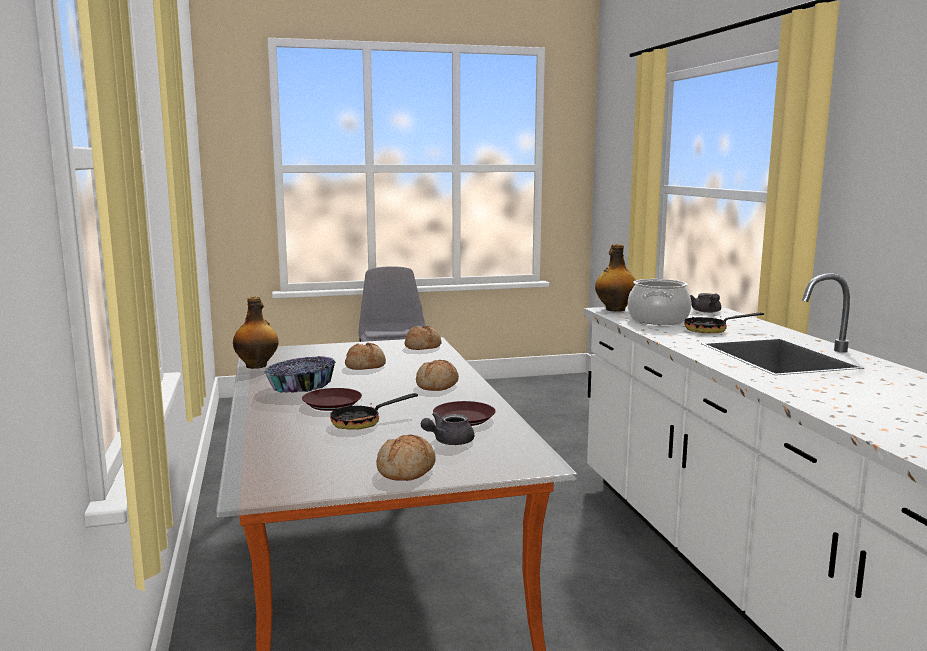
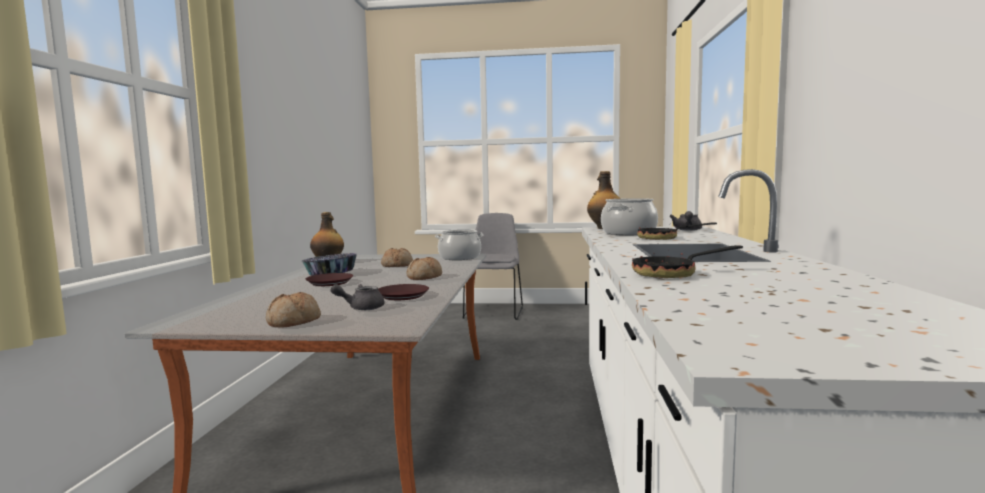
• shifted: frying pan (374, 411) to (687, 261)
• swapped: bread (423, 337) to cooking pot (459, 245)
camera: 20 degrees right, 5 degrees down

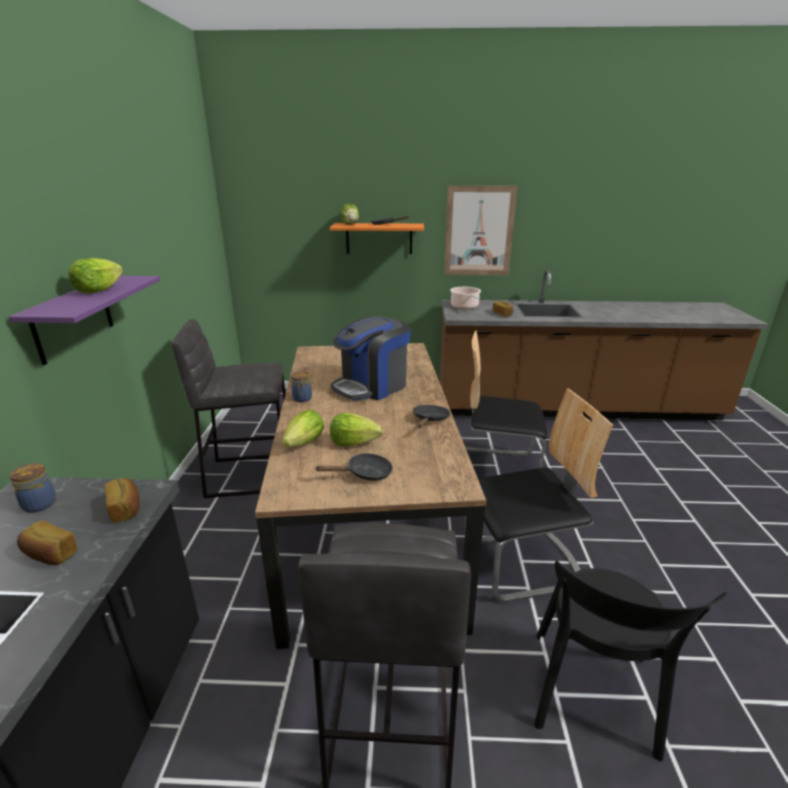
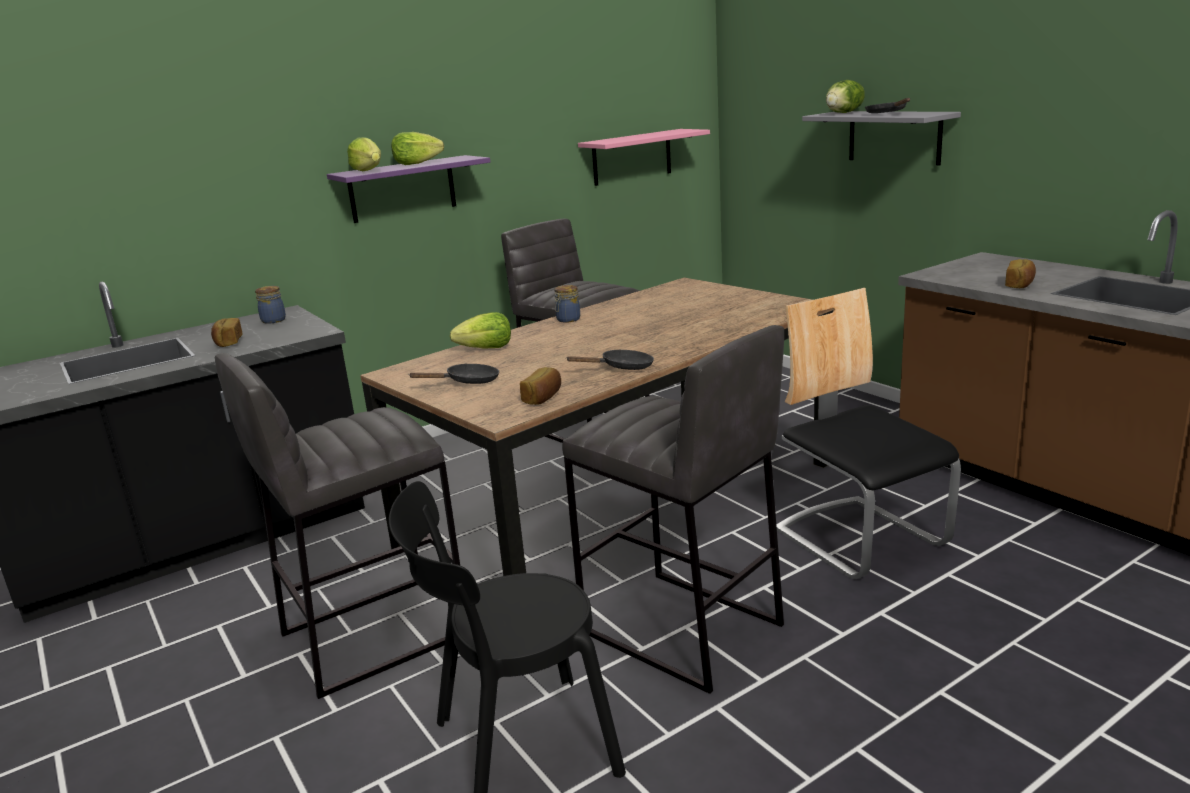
• gone: coffee machine (371, 358)
• gone: picture (481, 231)
• gone: cooking pot (465, 298)
• new: pink shelf (644, 157)
• shifted: bread (121, 500) to (540, 386)
• shifted: lettuce (356, 429) to (364, 154)
• swapped: chair (539, 495) to grey stool (673, 509)
• repainted: orange shelf (377, 238) to grey shelf (881, 138)
• rotated: black frying pan (354, 467) = (453, 373) 60 degrees counterclockwise
camera: 55 degrees right, 5 degrees down

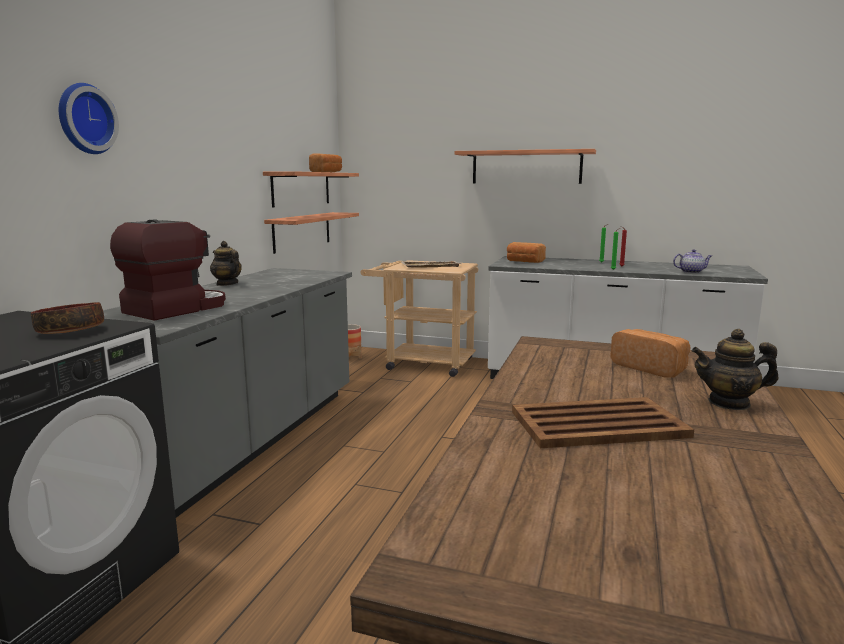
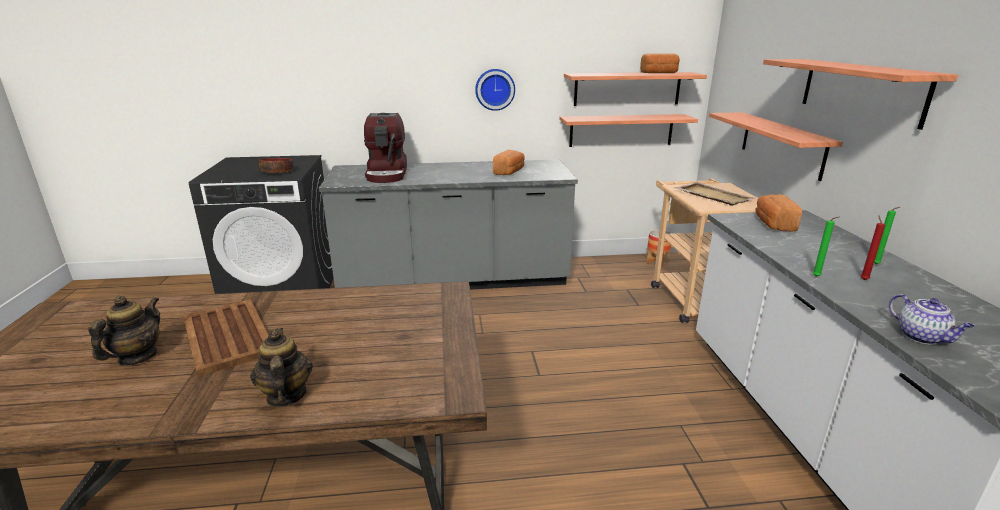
• new: shelf (776, 146)
• shifted: wall clock (89, 118) to (495, 90)
• shifted: teapot (226, 263) to (124, 331)
• shifted: bread (650, 353) to (508, 162)
• rotated: coffee machine (168, 270) = (385, 148) 75 degrees clockwise
camera: 65 degrees right, 10 degrees up

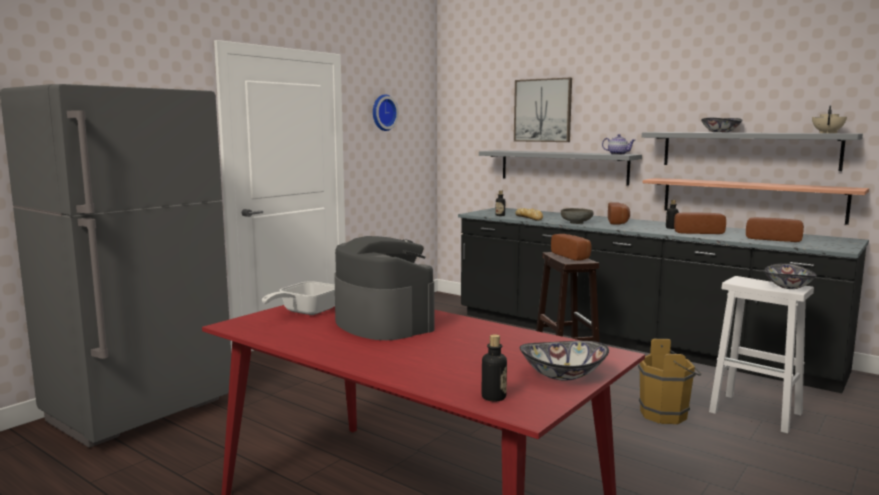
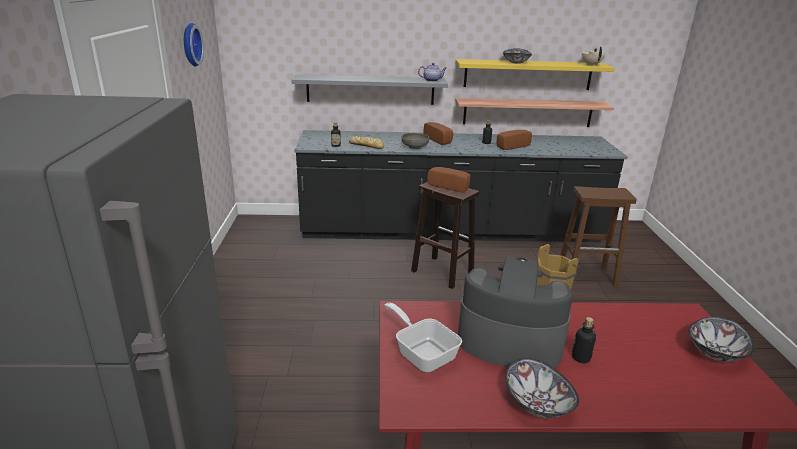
• gone: picture (543, 110)
• gone: bread (775, 229)
• shifted: bottle (494, 367) to (584, 340)
• shifted: bowl (790, 276) to (542, 388)
• repainted: grey shelf (752, 151) to yellow shelf (535, 74)
• repainted: white stool (761, 355) to brown stool (598, 236)
• rotated: frying pan (298, 298) = (423, 337) 150 degrees clockwise
camera: 40 degrees left, 15 degrees up

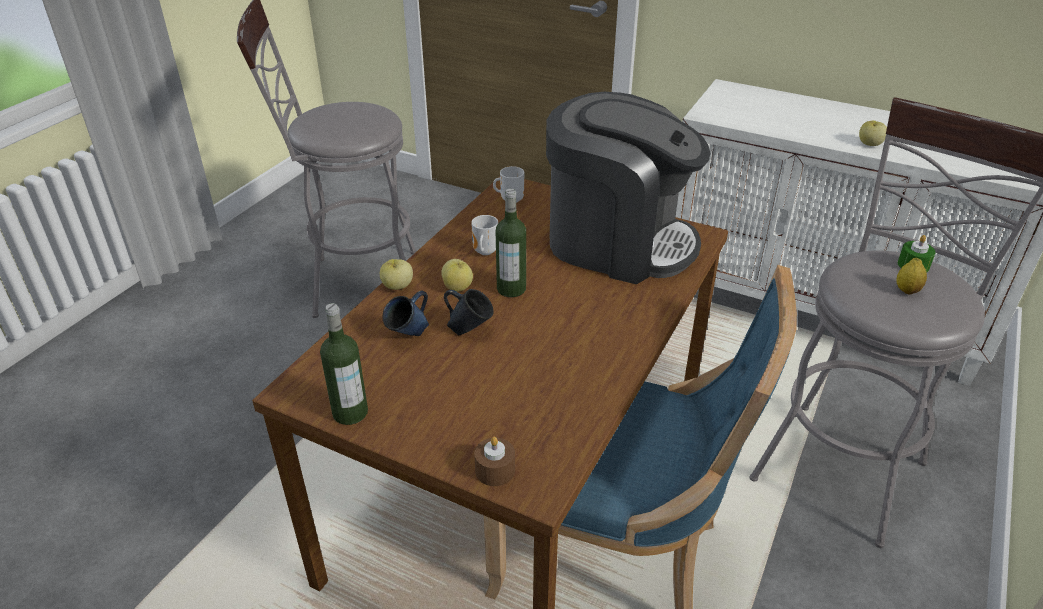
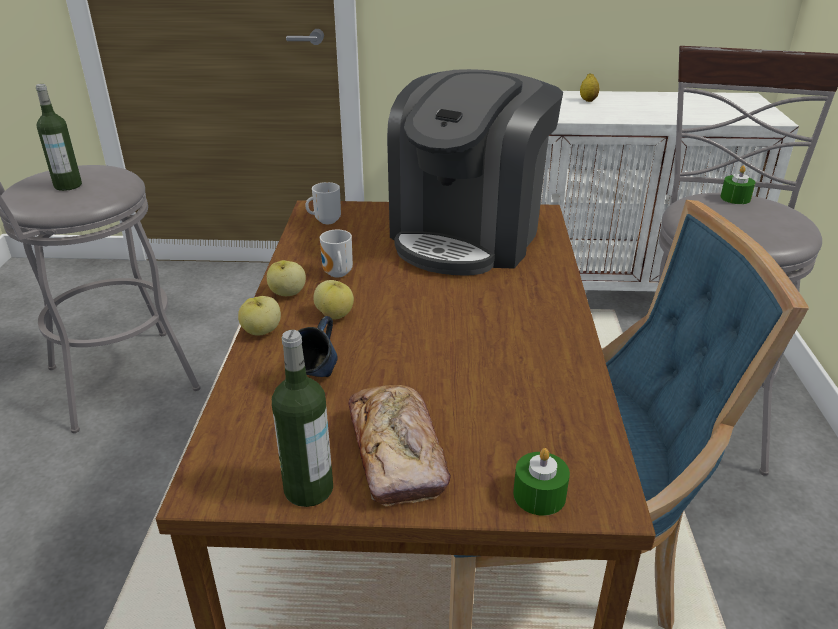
• gone: blue mug (469, 312)
• new: bread (399, 445)
• shifted: bottle (511, 243) to (59, 137)
• shifted: apple (873, 133) to (286, 278)
• shifted: lemon (912, 276) to (589, 87)
• repainted: brown candle (494, 461) to green candle (541, 482)
• rotated: coffee machine (628, 188) = (475, 172) 120 degrees clockwise
camera: 25 degrees left, 5 degrees down

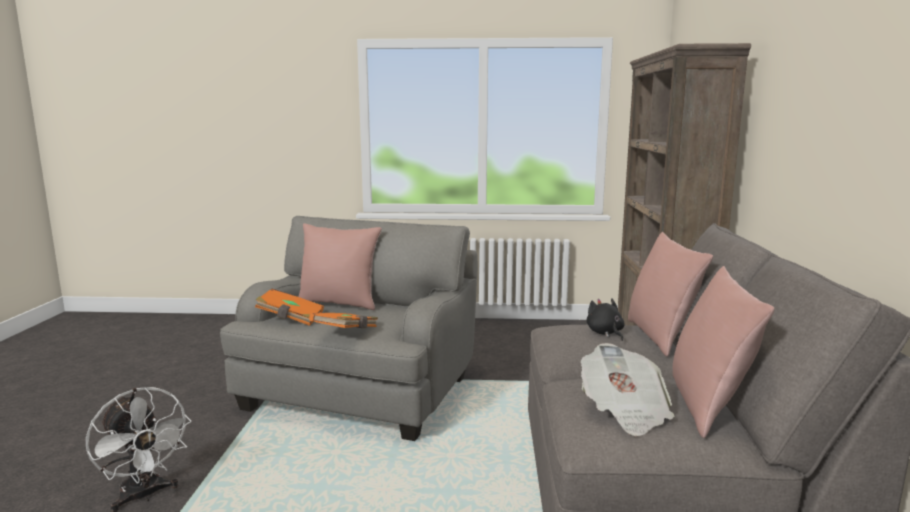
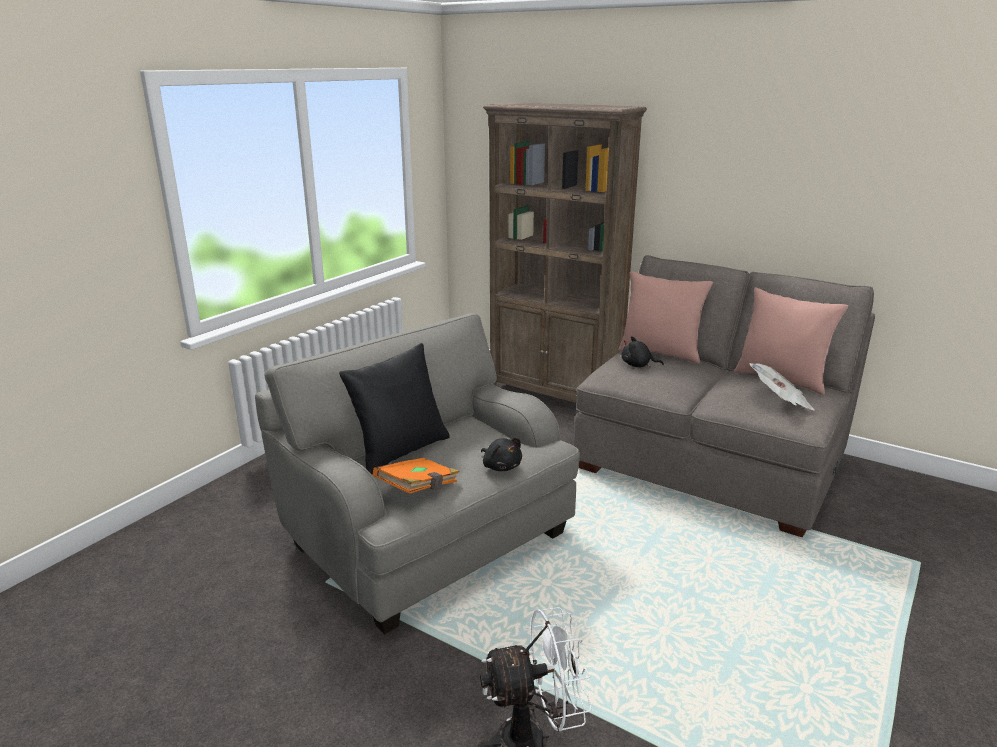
• swapped: orange book (343, 320) to black plush toy (501, 454)
• repainted: pink pillow (340, 266) to black pillow (394, 408)
camera: 60 degrees left, 10 degrees up

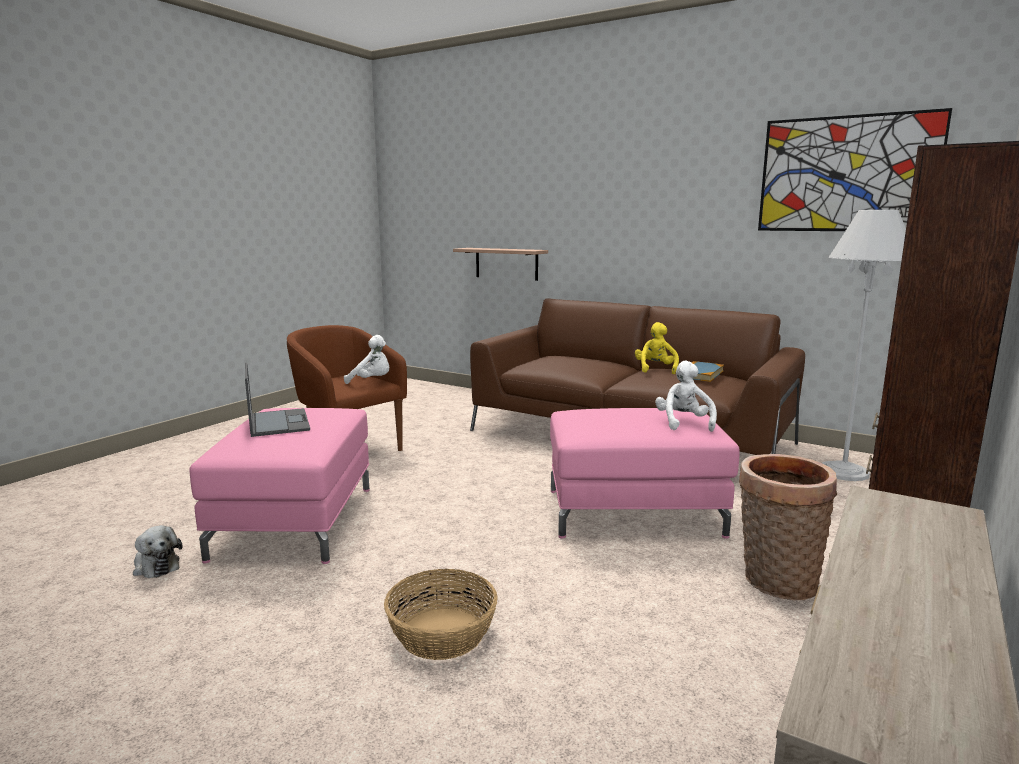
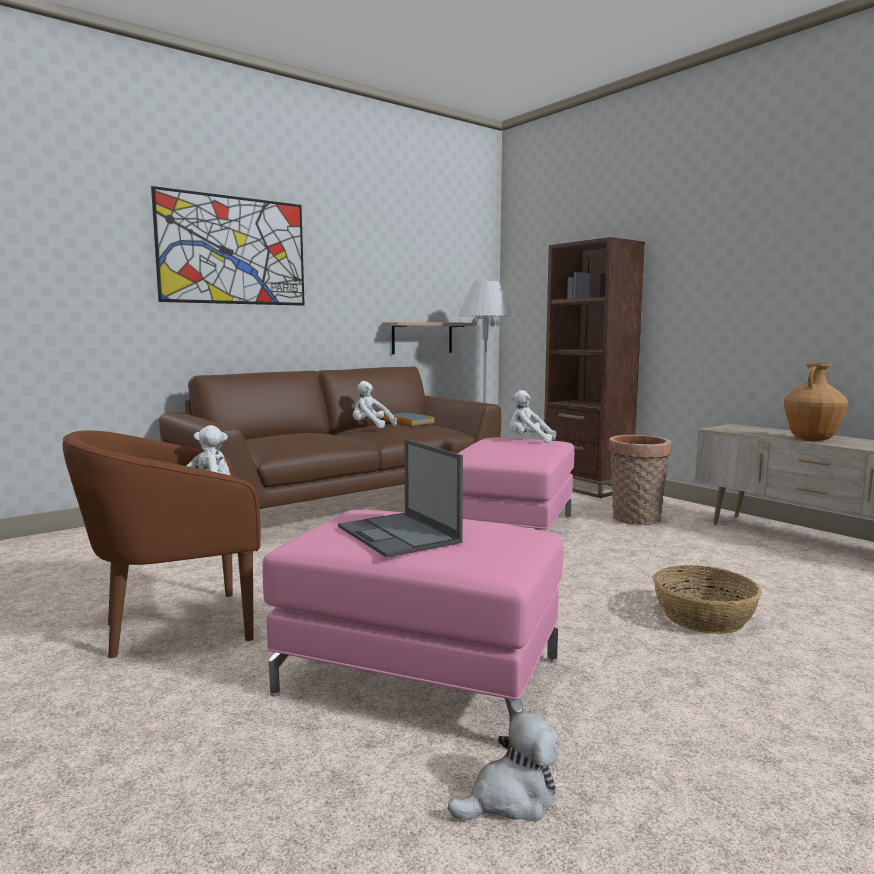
• new: brown vase (816, 402)
• shifted: shelf (500, 264) to (427, 338)
• shifted: picture (855, 169) to (228, 246)
• repainted: yellow plush toy (657, 348) to white plush toy (375, 404)
• rotated: laptop (277, 400) = (400, 498) 120 degrees counterclockwise
camera: 70 degrees left, 5 degrees down

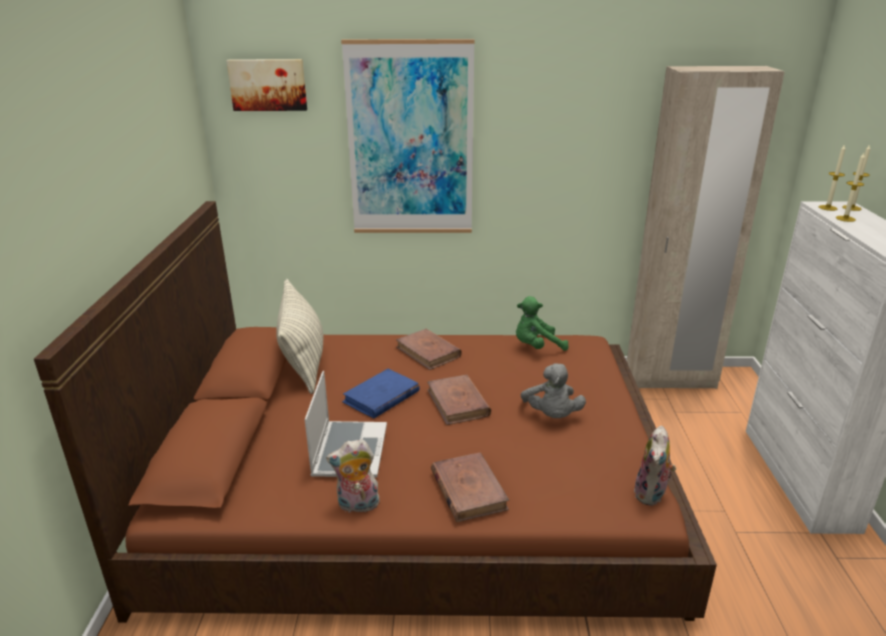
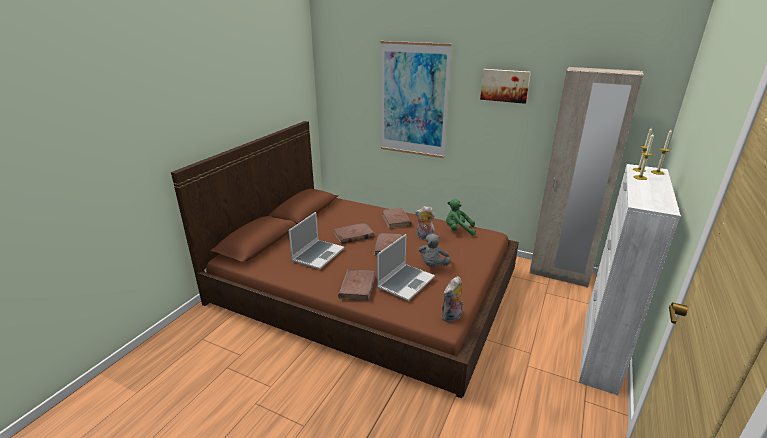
• gone: pillow (299, 336)
• new: laptop (406, 267)
• shifted: picture (266, 85) to (505, 86)
• shifted: plush toy (354, 476) to (425, 223)
• repainted: blue book (381, 393) to brown book (354, 233)
camera: 25 degrees right, 0 degrees up

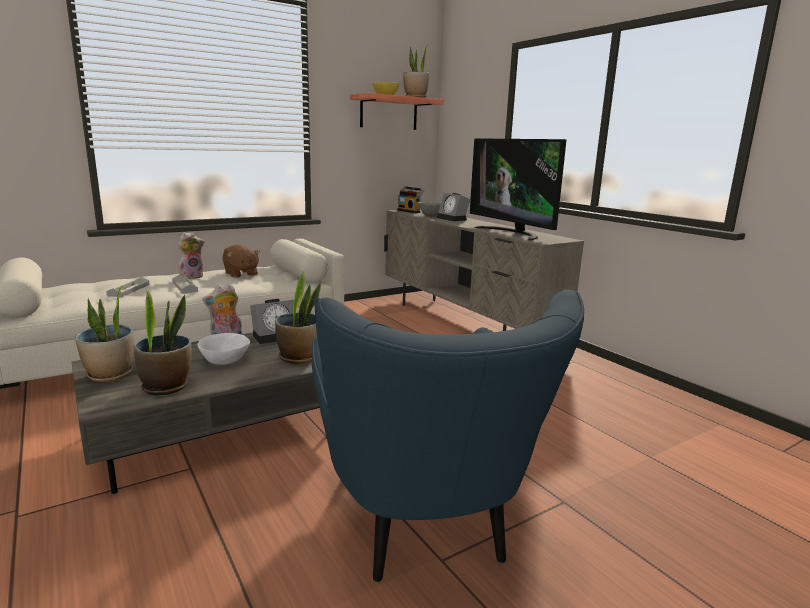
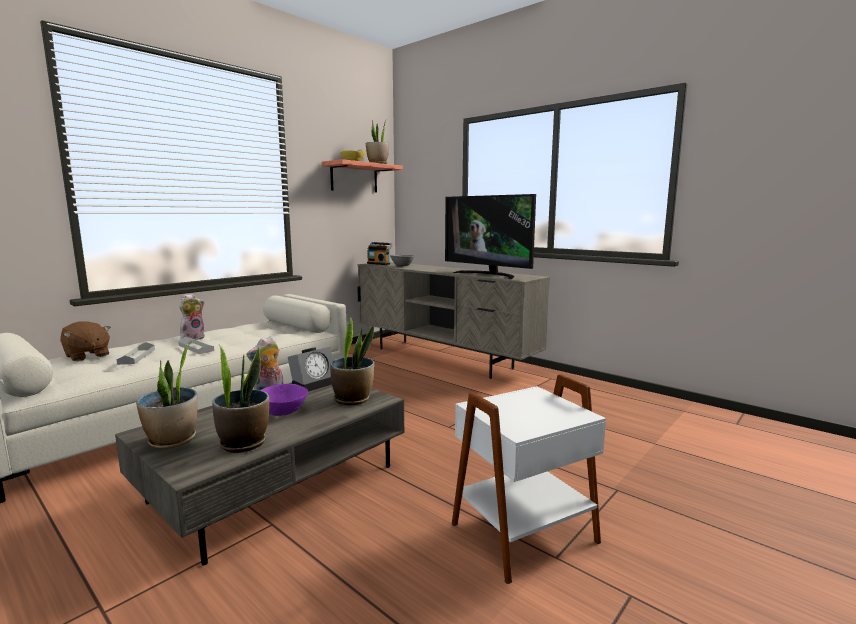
• gone: alarm clock (453, 207)
• shifted: brown plush toy (241, 261) to (85, 341)
• swapped: blue armchair (448, 436) to white side table (529, 479)
• repainted: white bowl (223, 349) to purple bowl (284, 400)
camera: 15 degrees left, 5 degrees down

